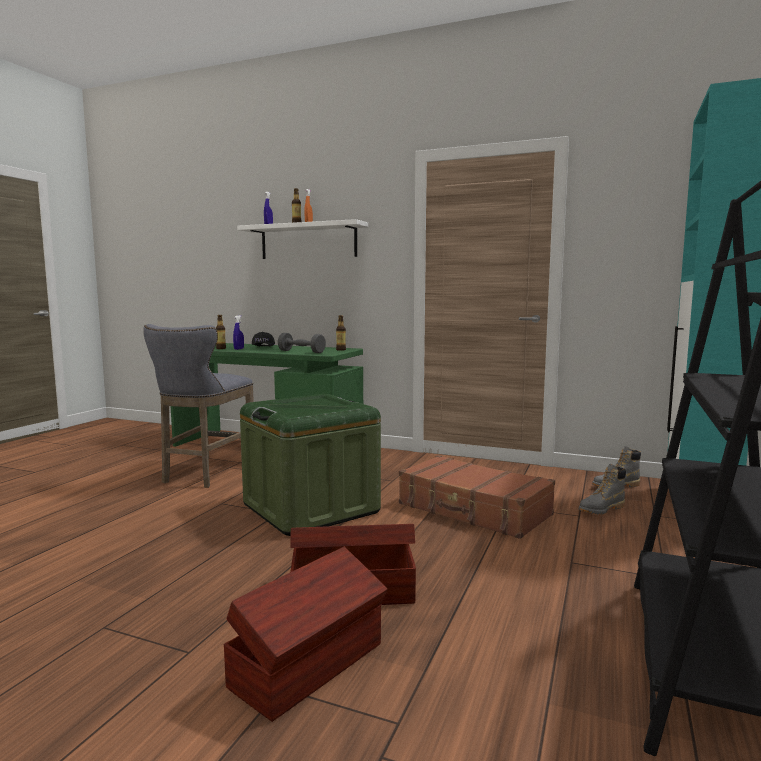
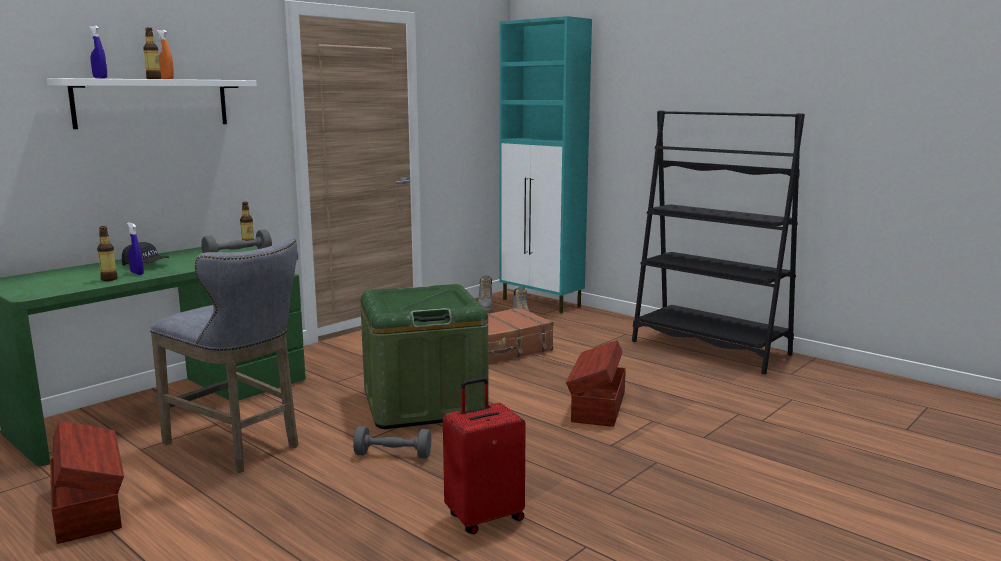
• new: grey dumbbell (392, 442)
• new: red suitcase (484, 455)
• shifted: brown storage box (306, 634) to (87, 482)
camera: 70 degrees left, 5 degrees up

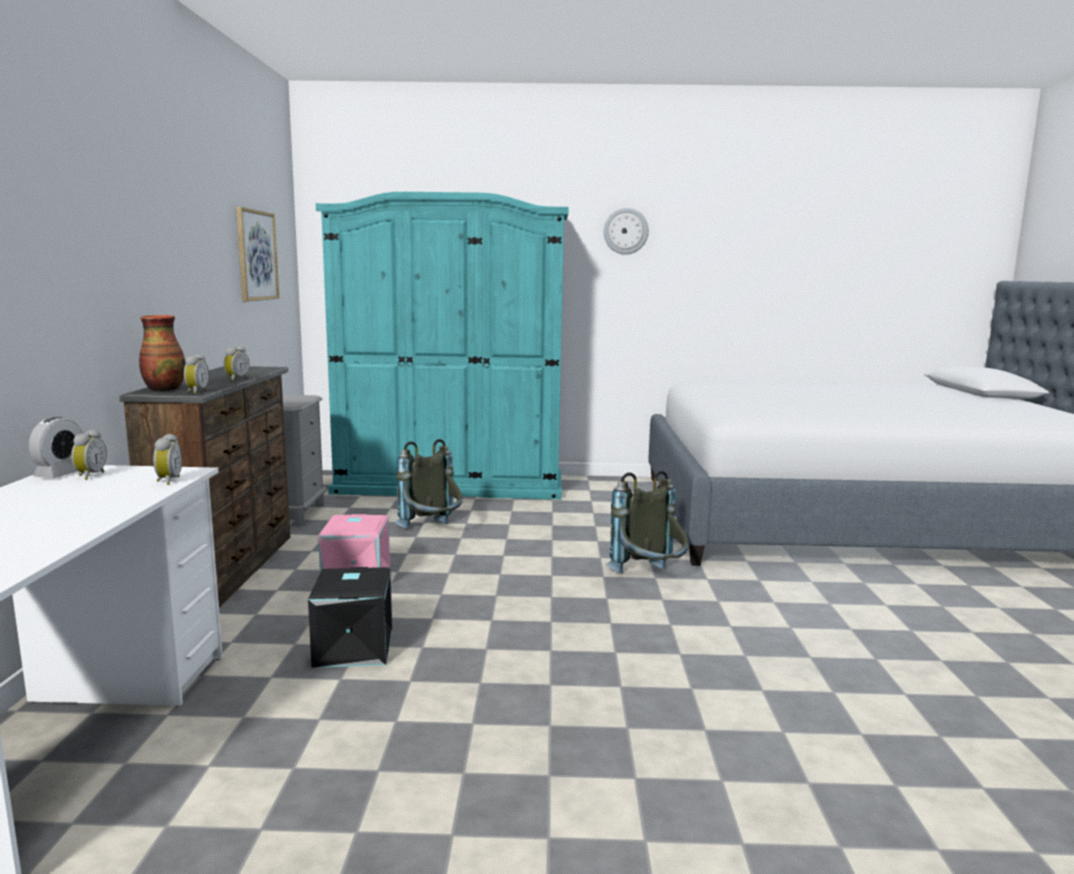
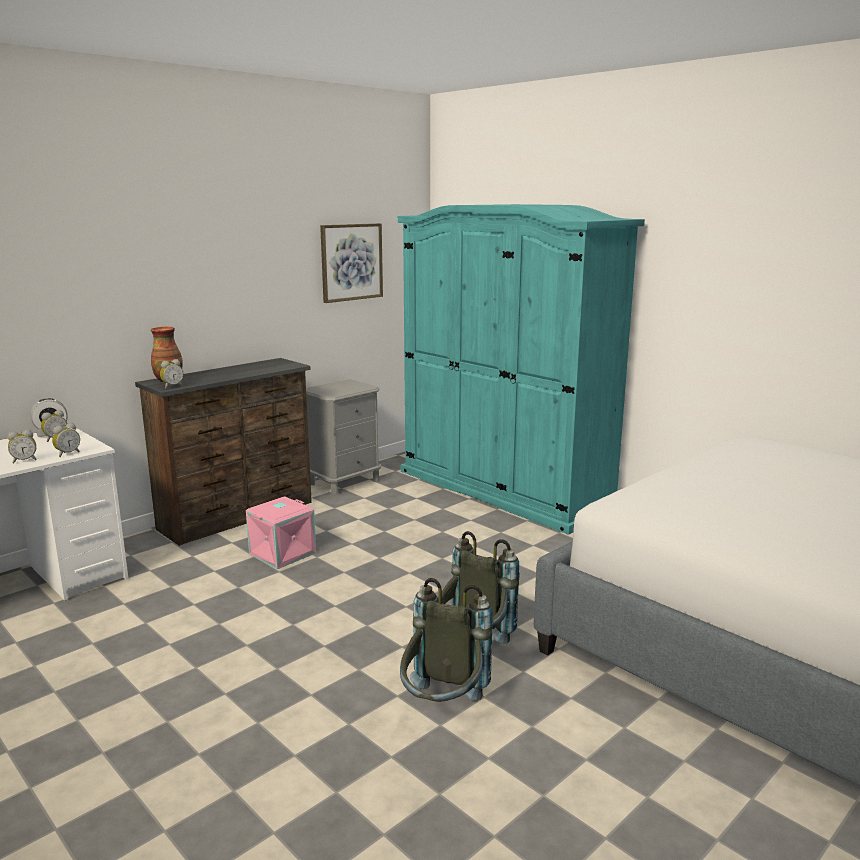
• gone: black storage box (350, 617)
• gone: wall clock (626, 231)
• shifted: alarm clock (236, 363) to (22, 446)
• shifted: grey backpack (428, 484) to (446, 640)
camera: 45 degrees right, 5 degrees up

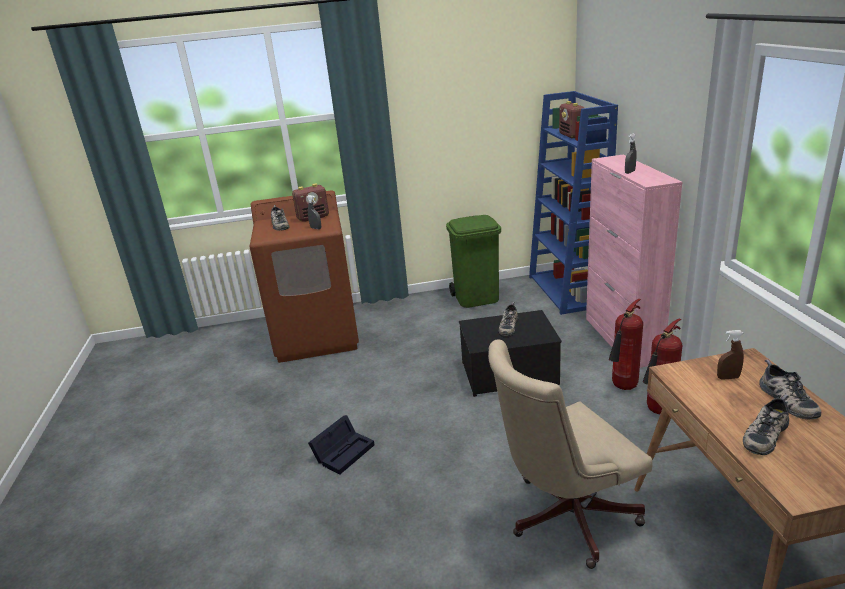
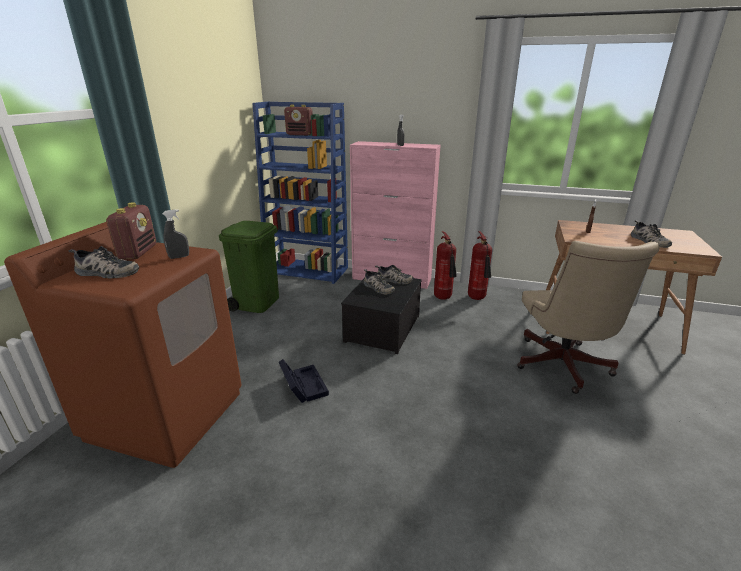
• shifted: black storage box (341, 445) to (304, 381)
• shifted: shoe (790, 390) to (394, 274)
camera: 65 degrees left, 0 degrees up

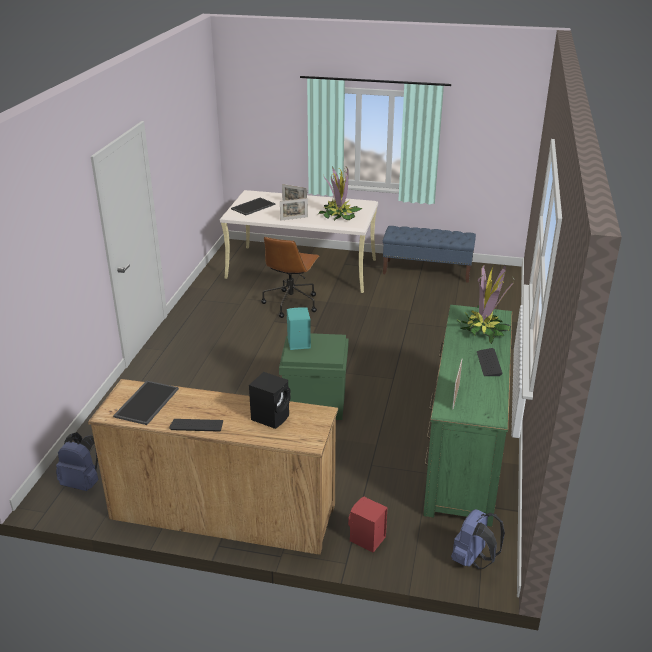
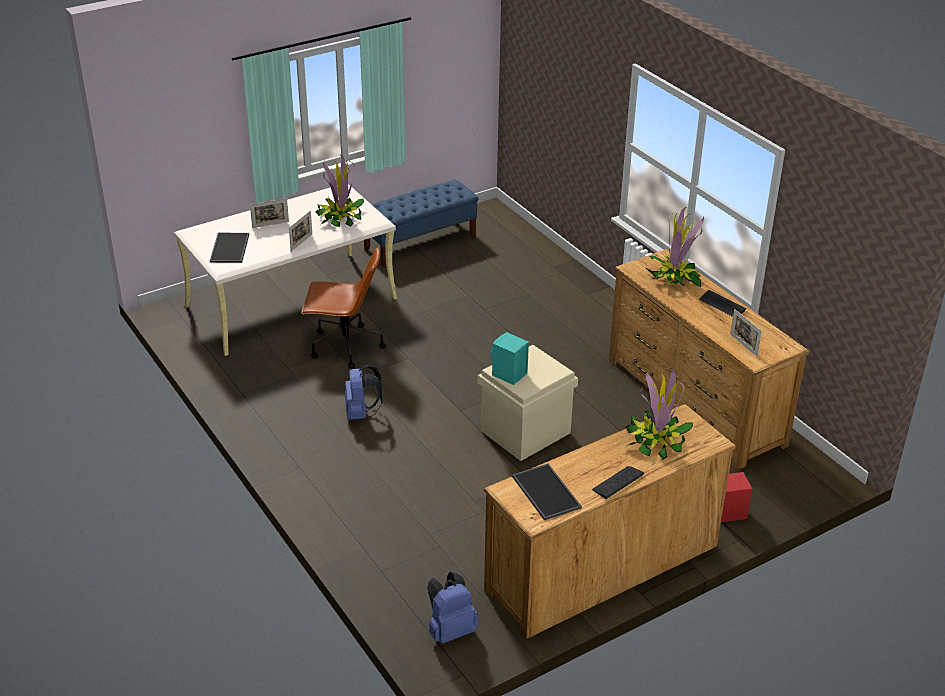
• shifted: blue backpack (478, 539) to (364, 392)
• swapped: black speaker (270, 400) to potted plant (659, 414)
• repainted: green storage box (314, 376) to beige storage box (528, 403)
• repainted: green dresser (467, 416) to brown dresser (709, 359)
• rotated: brown office chair (290, 277) = (343, 308) 60 degrees counterclockwise
camera: 45 degrees left, 5 degrees up

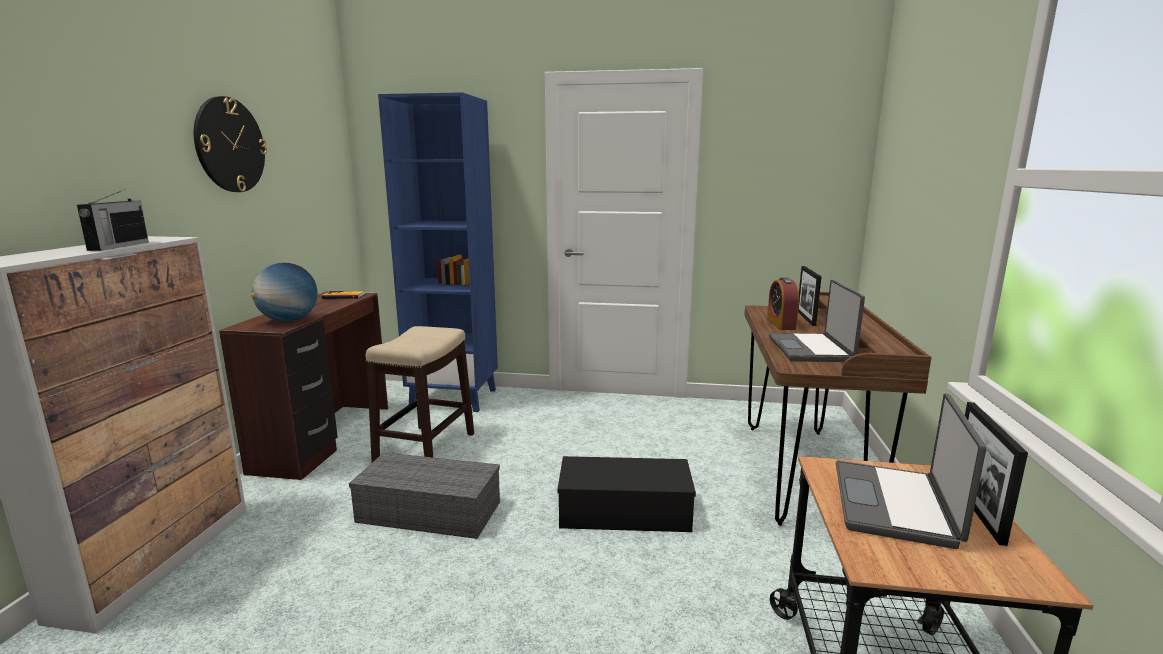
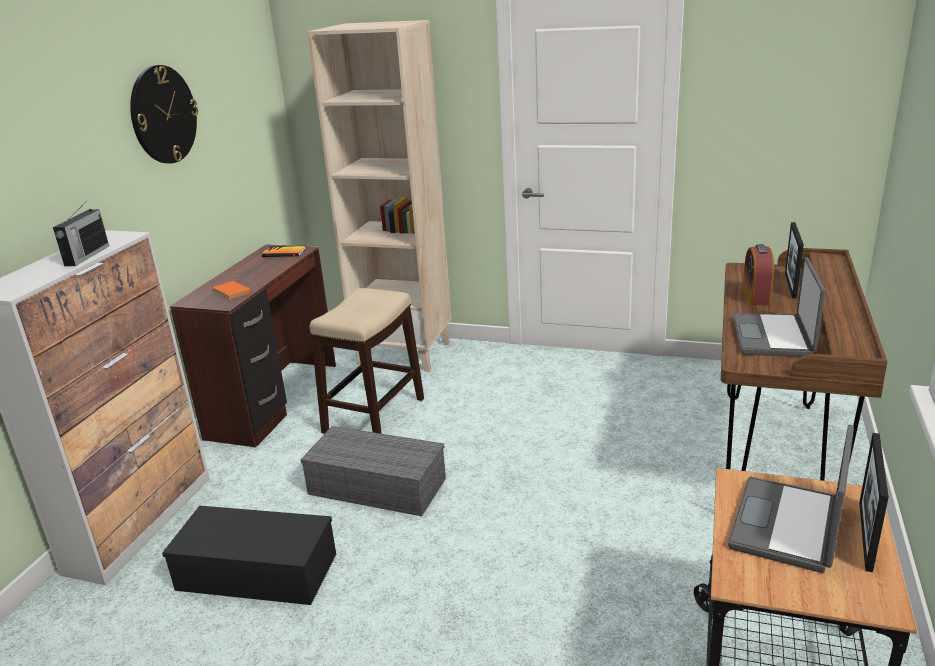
• shifted: black storage box (627, 494) to (249, 555)
• swapped: globe (284, 292) to orange book (231, 289)
• repainted: blue bookcase (438, 252) to beige bookcase (379, 196)
camera: 10 degrees right, 10 degrees up

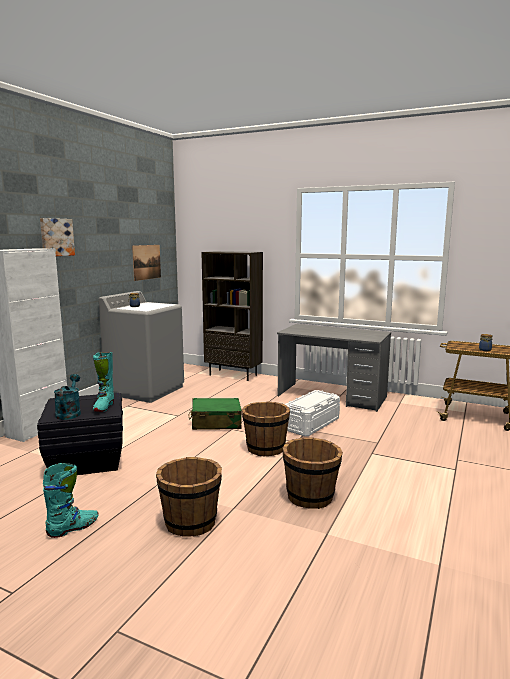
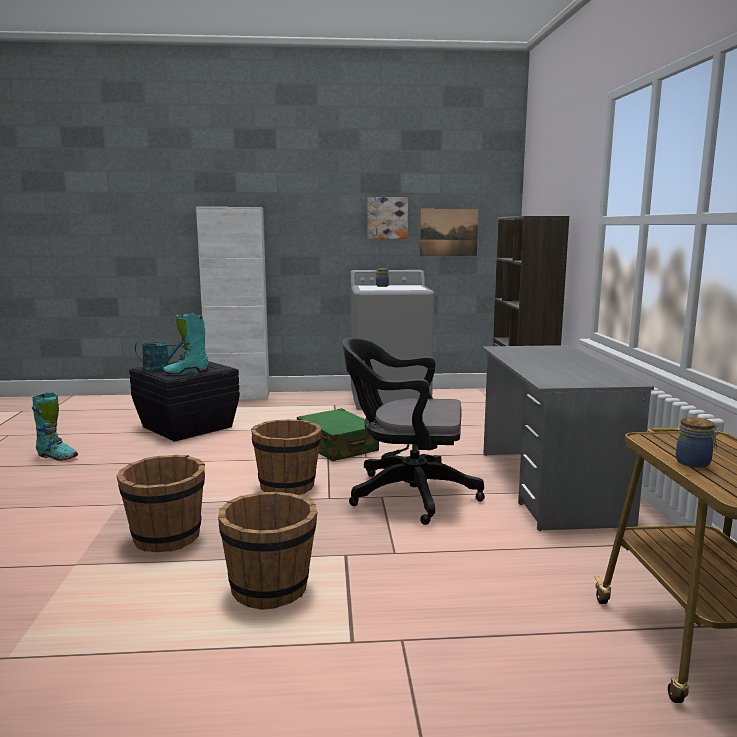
• shifted: picture (57, 237) to (387, 218)
• shifted: brown bucket (189, 497) to (267, 551)
• swapped: white storage box (312, 413) to black office chair (413, 431)
camera: 60 degrees right, 0 degrees up

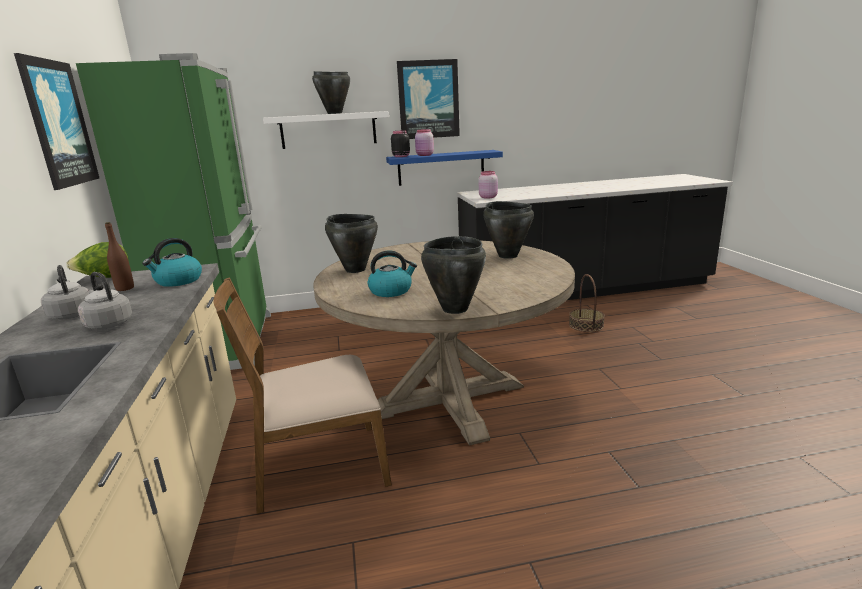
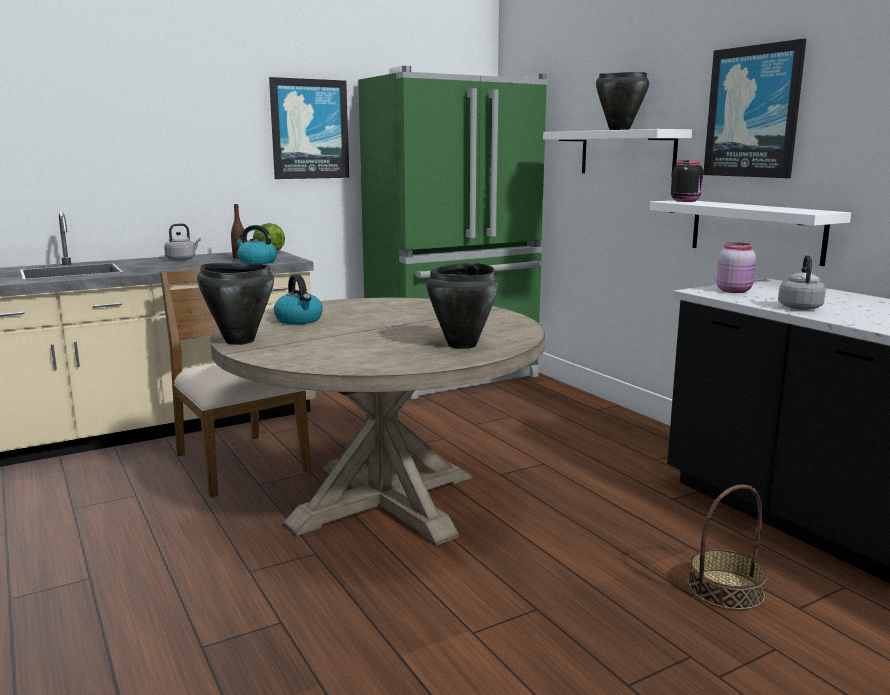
• gone: black cooking pot (351, 243)
• gone: pink jar (424, 142)
• shifted: grey kettle (105, 300) to (802, 282)
• repainted: blue shelf (444, 168) to white shelf (750, 233)
camera: 70 degrees right, 5 degrees down

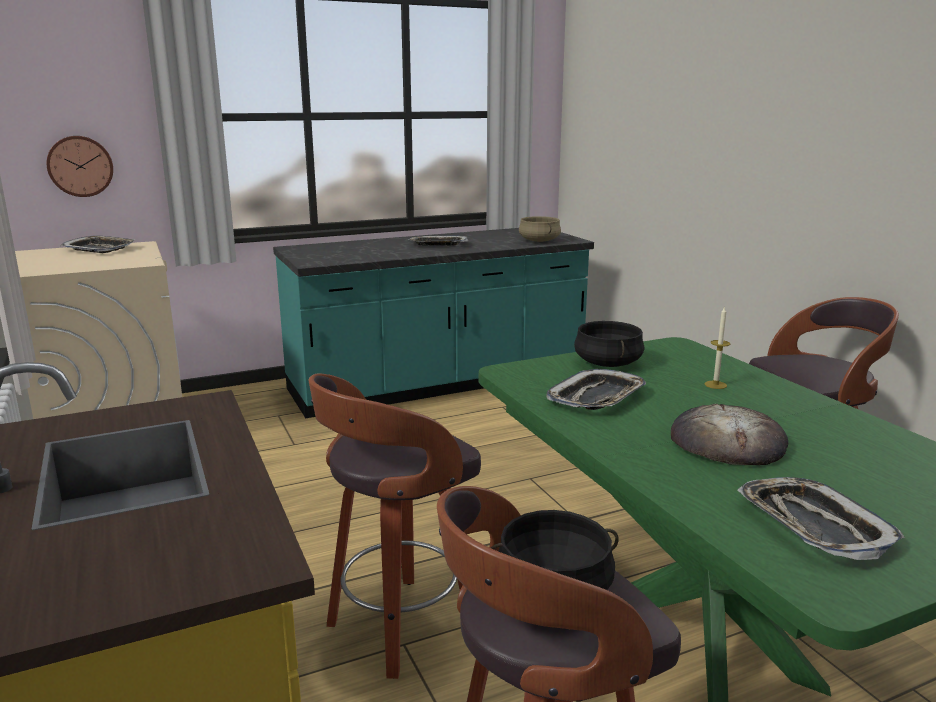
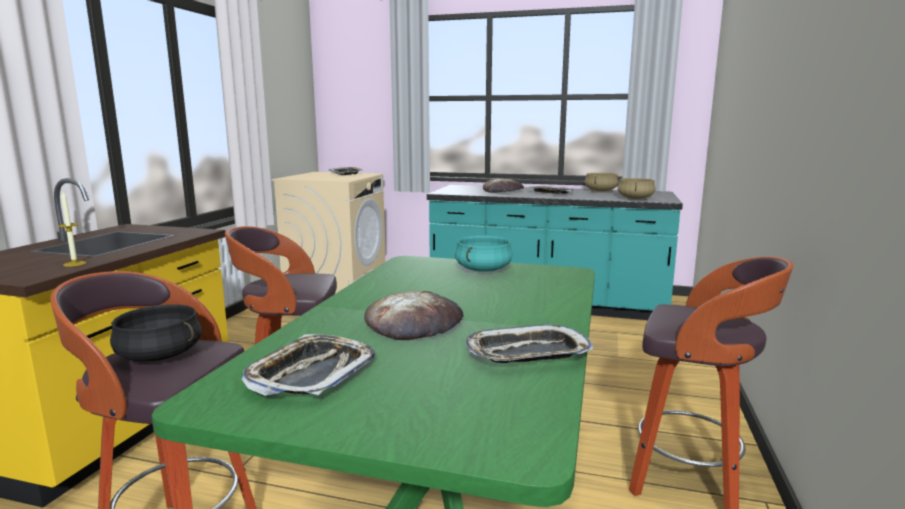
• gone: wall clock (80, 166)
• new: bread (503, 185)
• new: beige cooking pot (601, 182)
• shifted: tray (596, 389) to (530, 343)
• shifted: candle (717, 347) to (72, 229)
• repainted: black cooking pot (609, 344) to turquoise cooking pot (484, 254)
camera: 40 degrees right, 5 degrees down

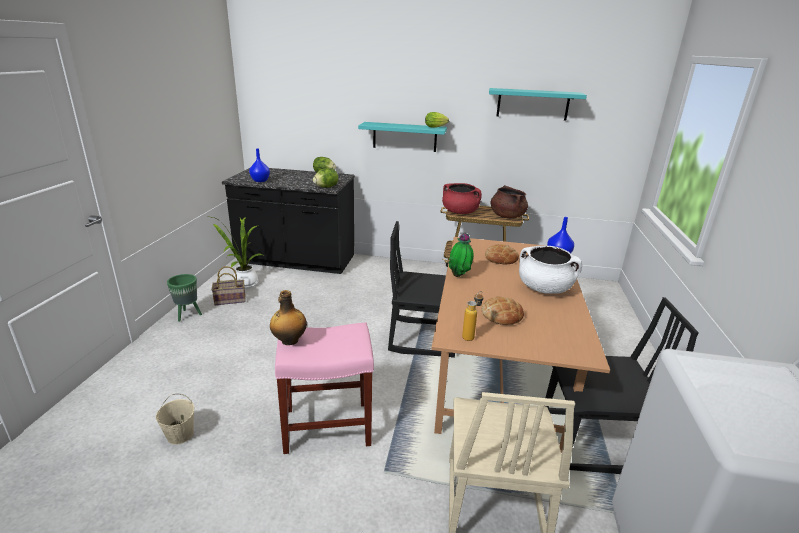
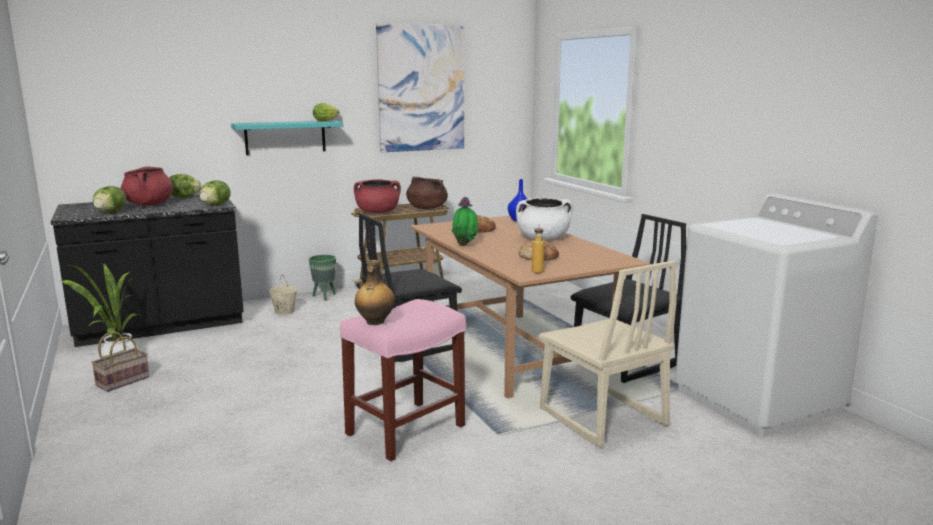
• new: red cooking pot (147, 186)
• shifted: beige bucket (175, 419) to (283, 295)
• shifted: green planter (184, 298) to (322, 278)
• swapped: blue vase (259, 165) to lettuce (109, 199)
• swapped: turquoise shelf (538, 104) to picture (420, 87)
camera: 35 degrees left, 10 degrees down

